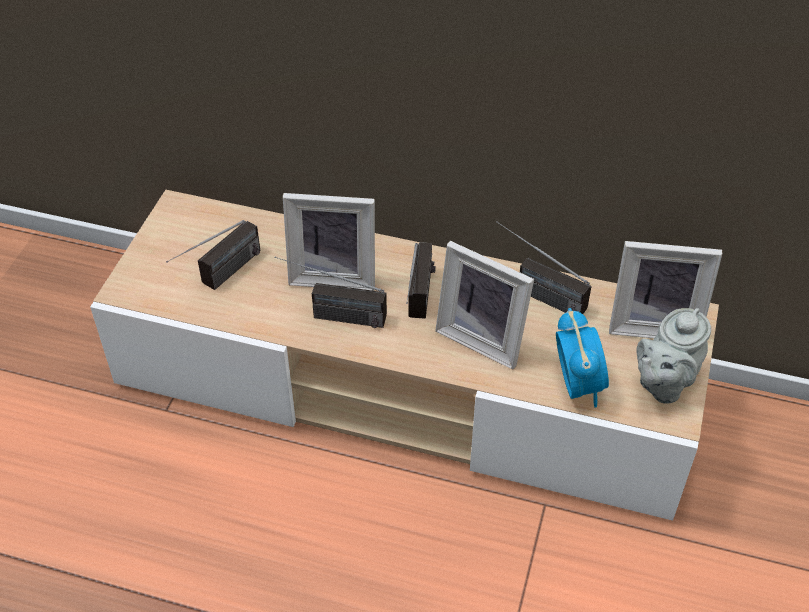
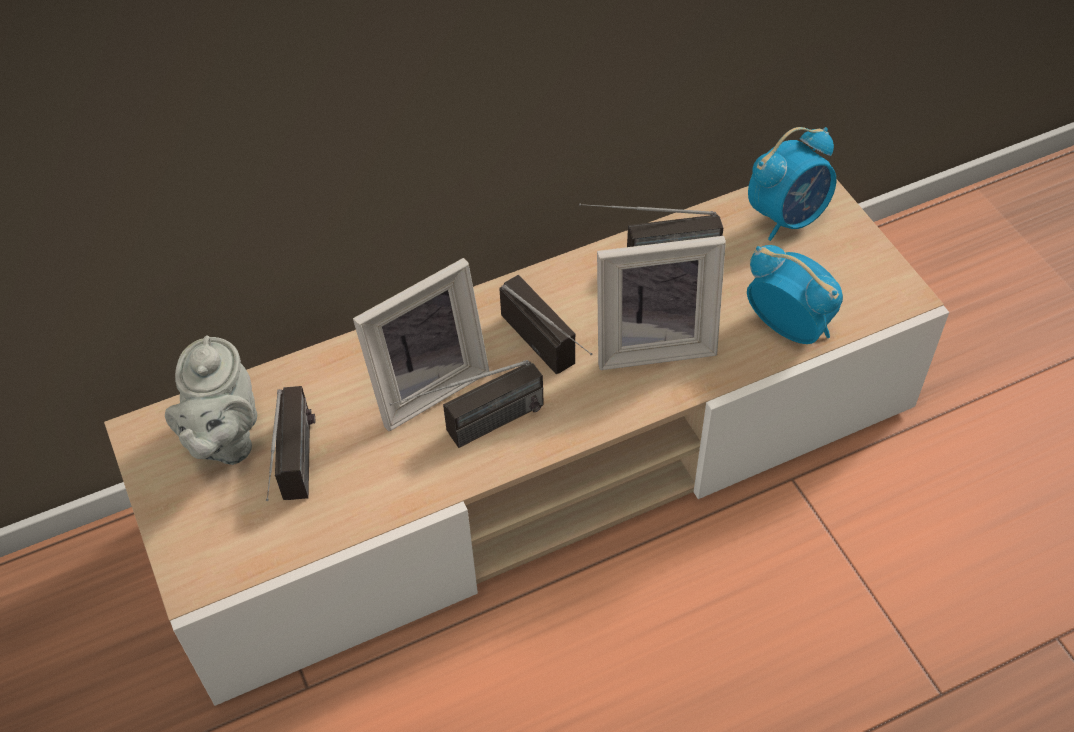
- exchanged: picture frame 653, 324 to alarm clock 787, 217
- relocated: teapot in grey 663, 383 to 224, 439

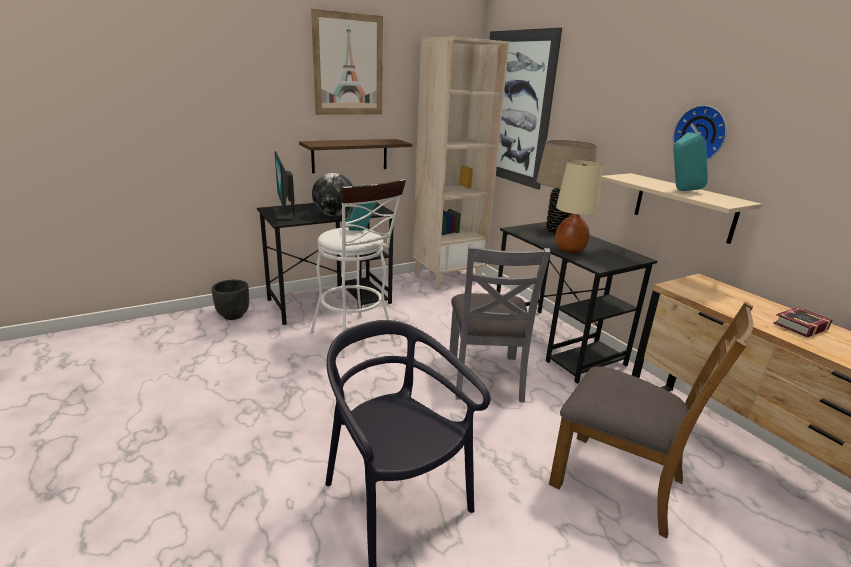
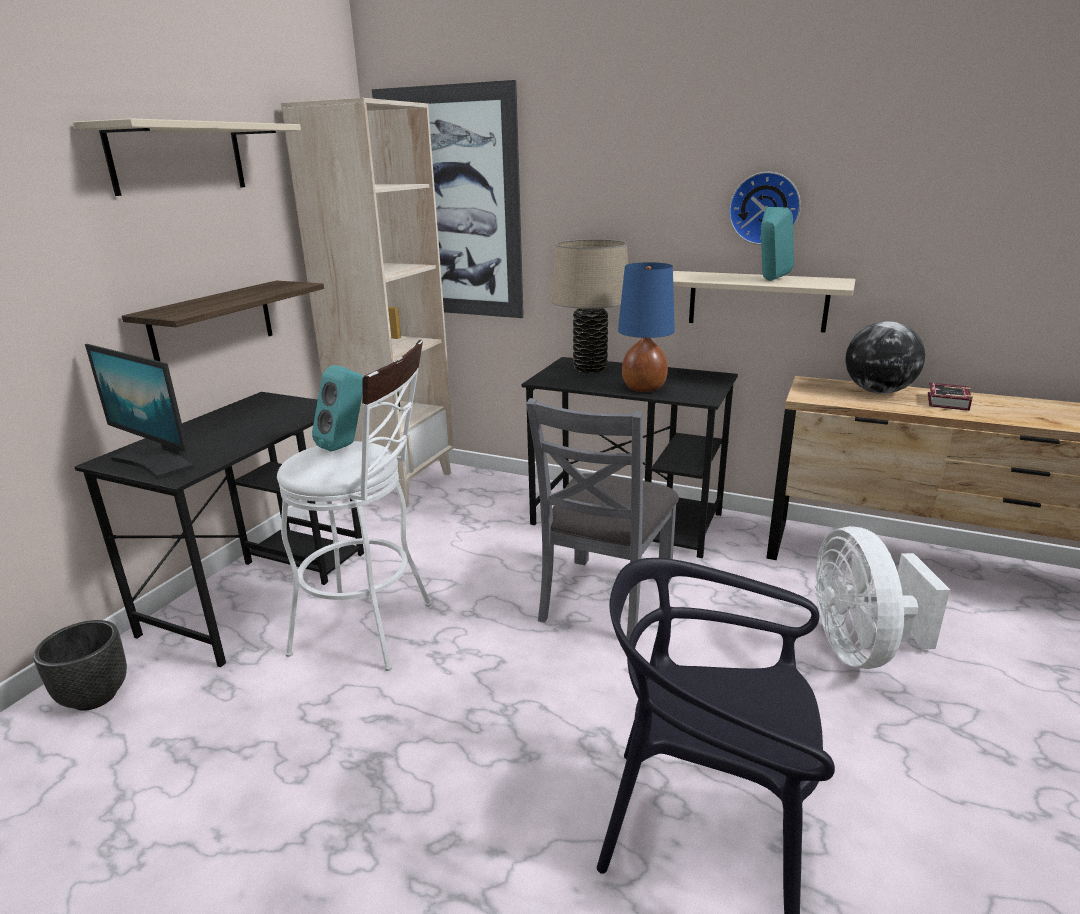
- exchanged: picture 348, 65 to shelf in beige 178, 158
- relocated: globe 334, 215 to 878, 392
- spun: chair in grey 485, 376 = 604, 598 60 degrees clockwise
- exchanged: chair in brown 619, 481 to fan in white 860, 648
- colour: table lamp in beige 570, 250 to table lamp in blue 644, 388

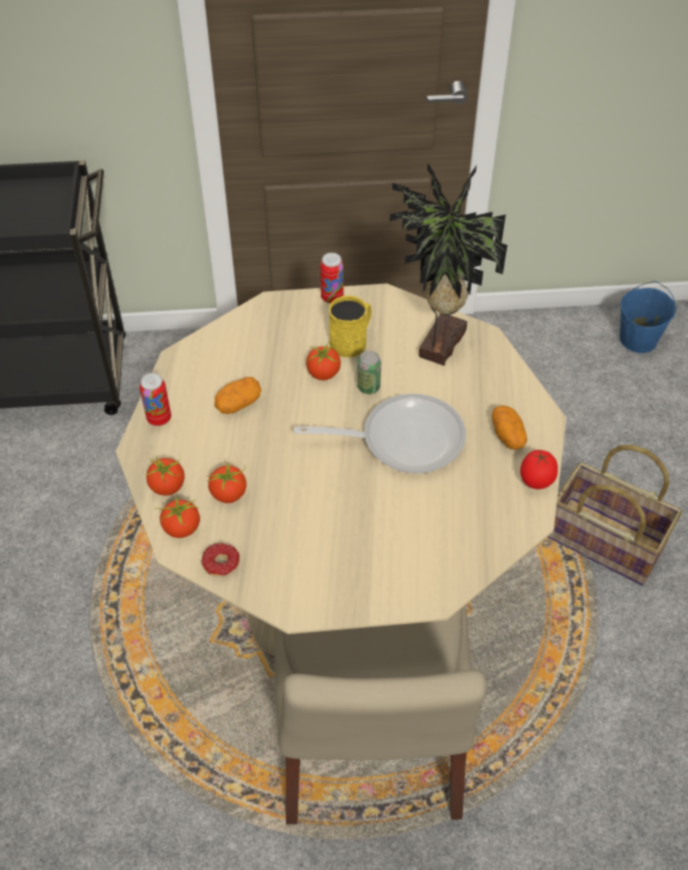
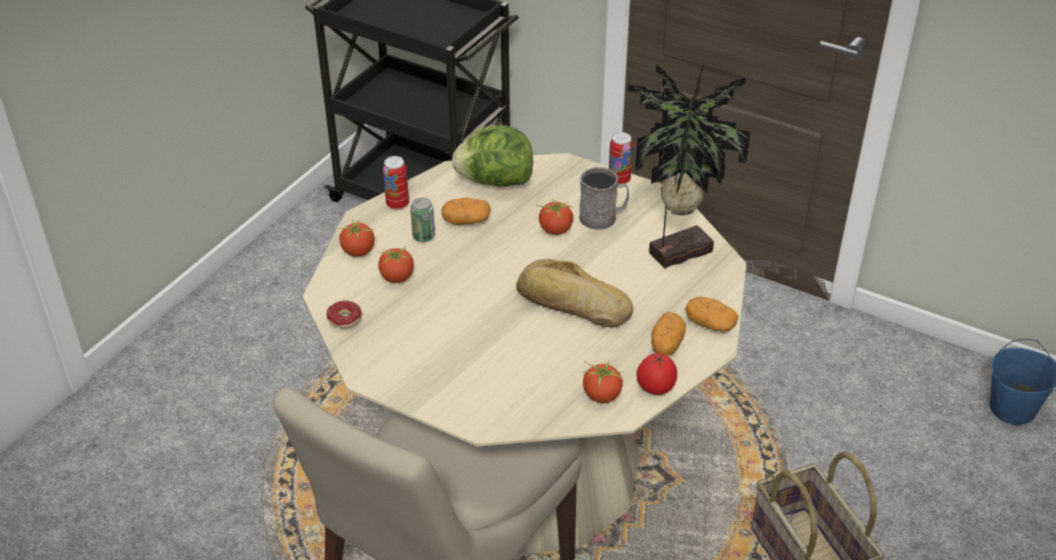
- relocated: tomato 181, 528 to 601, 395
- exchanged: frying pan 402, 439 to bread 572, 304
- colour: mug in yellow 352, 341 to mug in grey 603, 217
- relocated: can 368, 387 to 423, 236
- appeared: lettuce 495, 182
- appeared: potato 710, 324

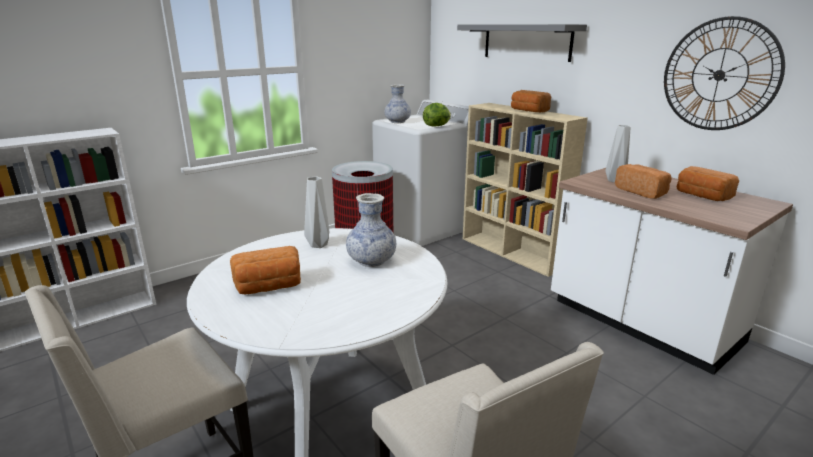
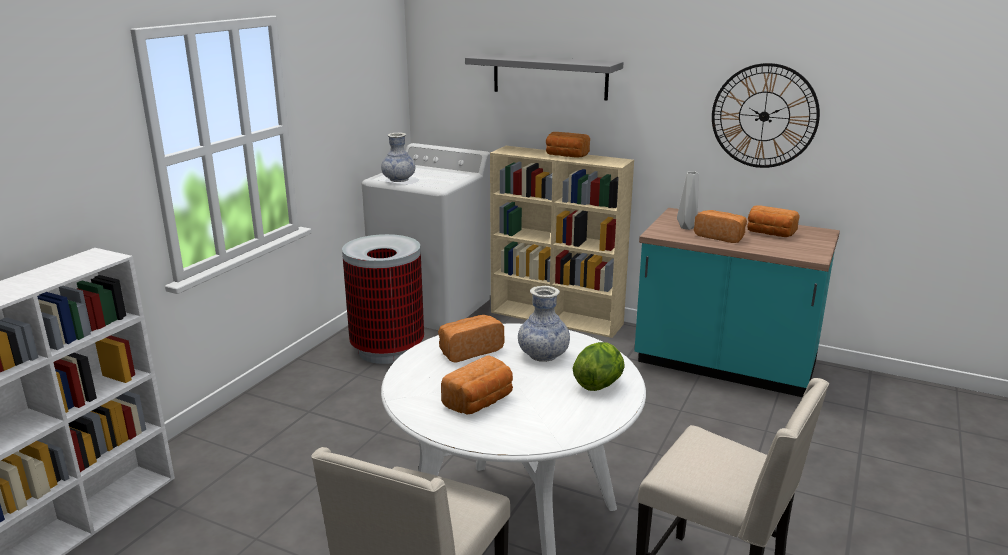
- exchanged: vase in grey 317, 245 to bread 469, 350
- relocated: lettuce 437, 126 to 599, 384
- colour: counter in white 641, 323 to counter in turquoise 724, 366

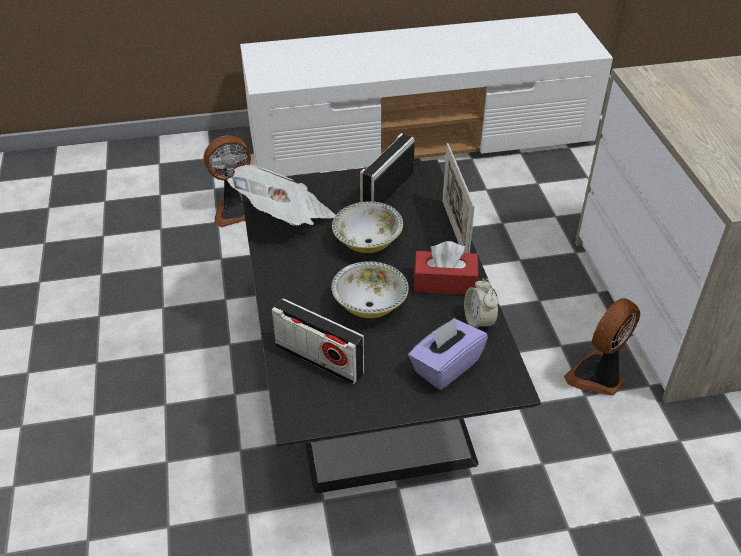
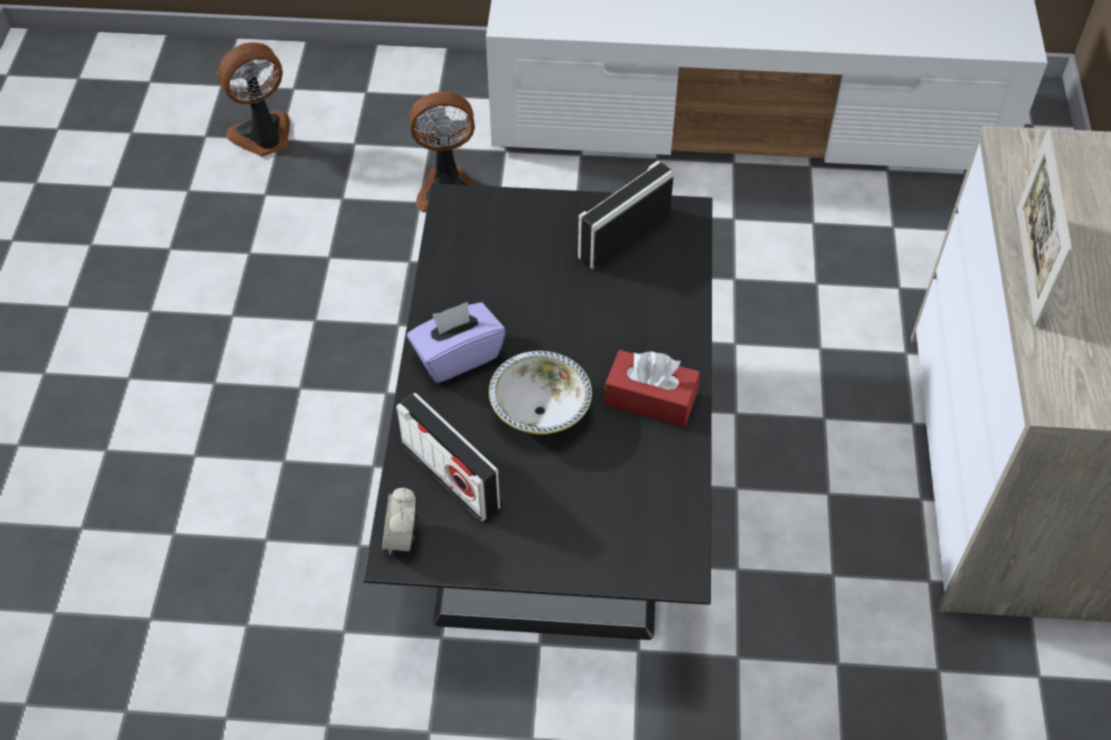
- missing: newspaper 285, 217
- missing: bowl 367, 242
- relocated: tissue box in purple 445, 366 to 457, 356
- relocated: picture frame 454, 231 to 1026, 266
- relocated: alarm clock 479, 321 to 402, 537
- relocated: fan 598, 377 to 264, 137

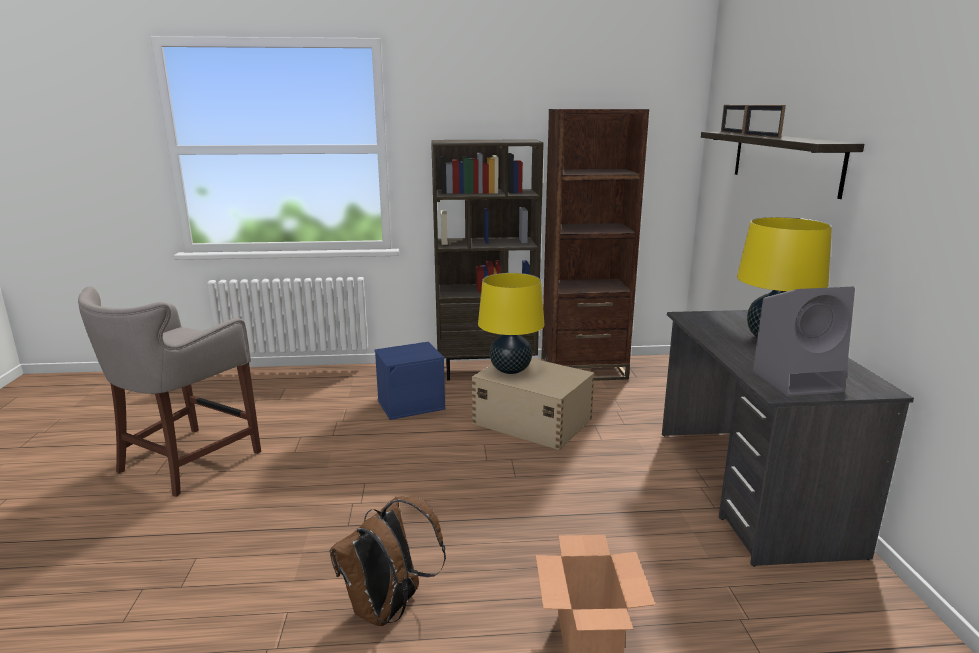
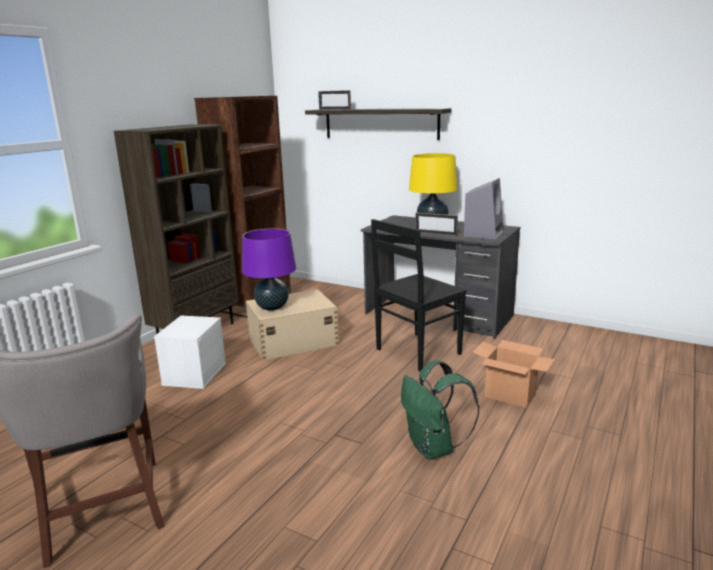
- colour: backpack in brown 388, 609 to backpack in green 434, 448
- colour: storage box in blue 411, 404 to storage box in white 194, 373
- colour: table lamp in yellow 510, 370 to table lamp in purple 272, 307
- relocated: picture frame 761, 136 to 435, 233
- appeared: chair in black 416, 352

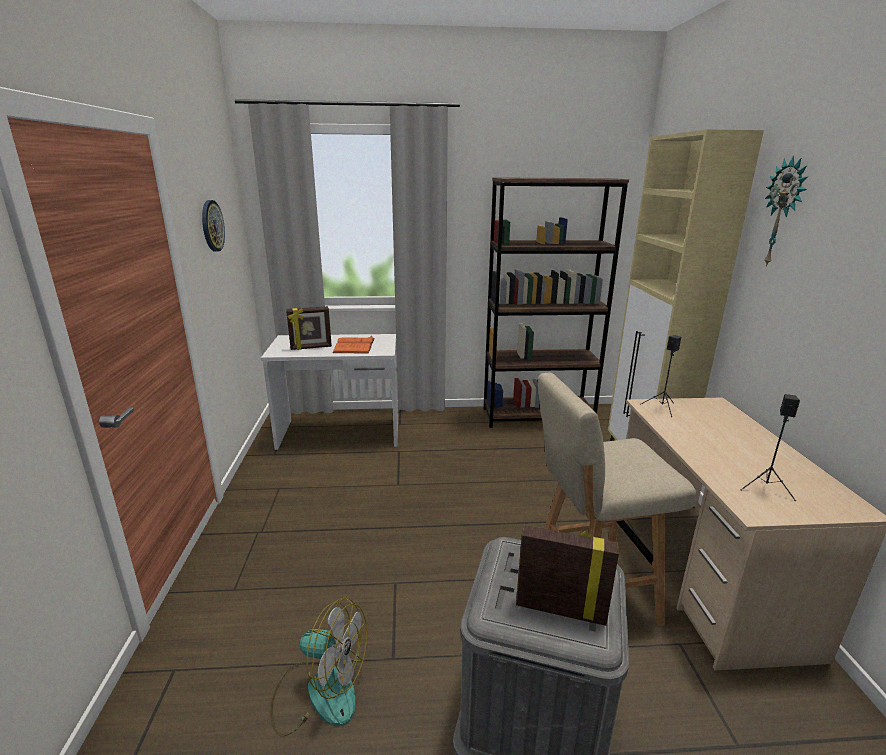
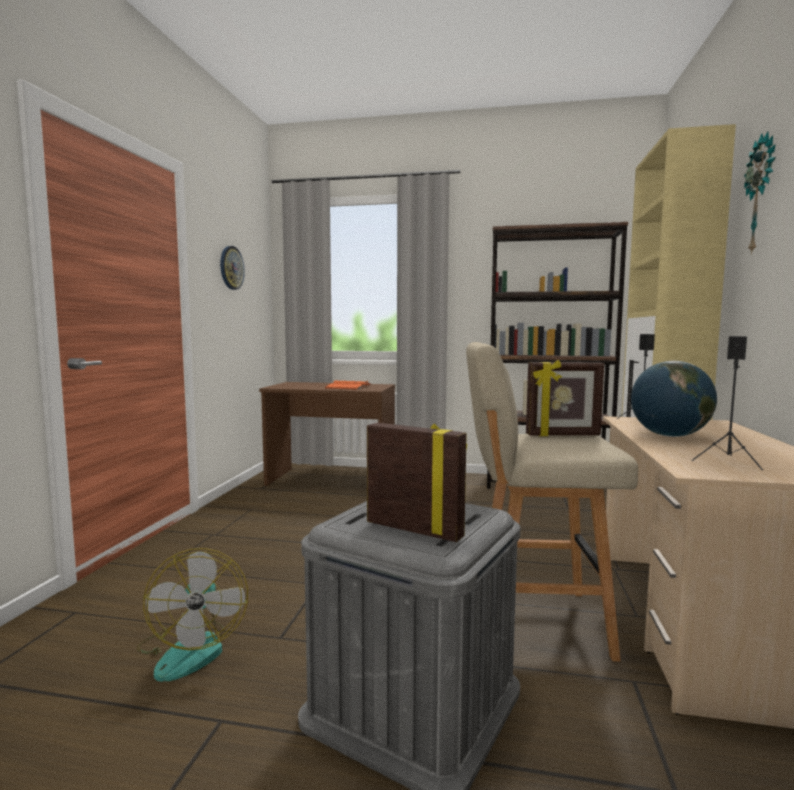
- colour: desk in white 340, 433 to desk in brown 331, 480
- spun: fan 319, 691 = 192, 649 45 degrees clockwise
- relocated: picture frame 311, 348 to 563, 435
- appeared: globe 670, 436

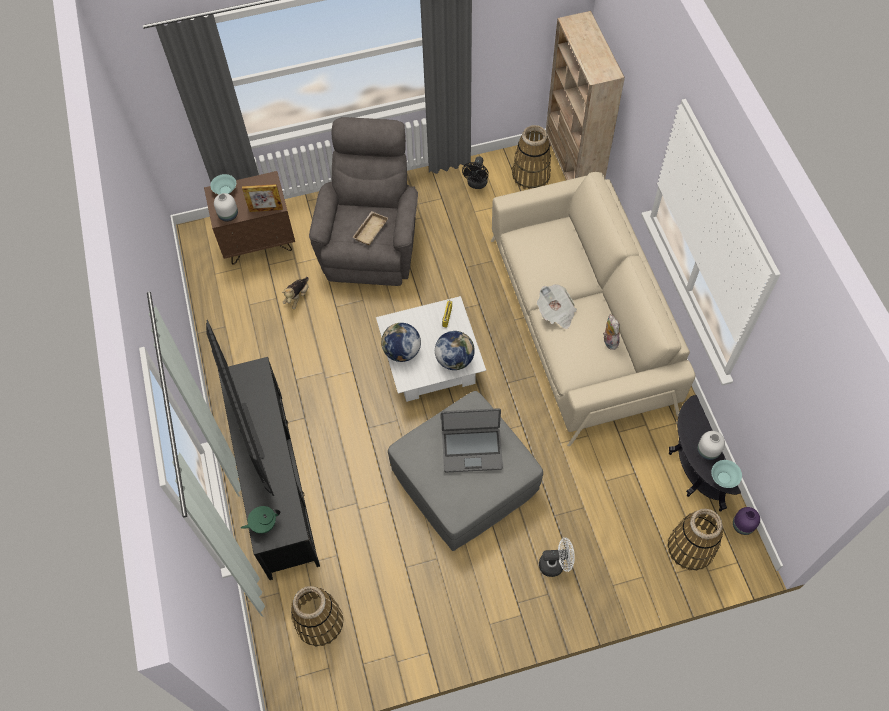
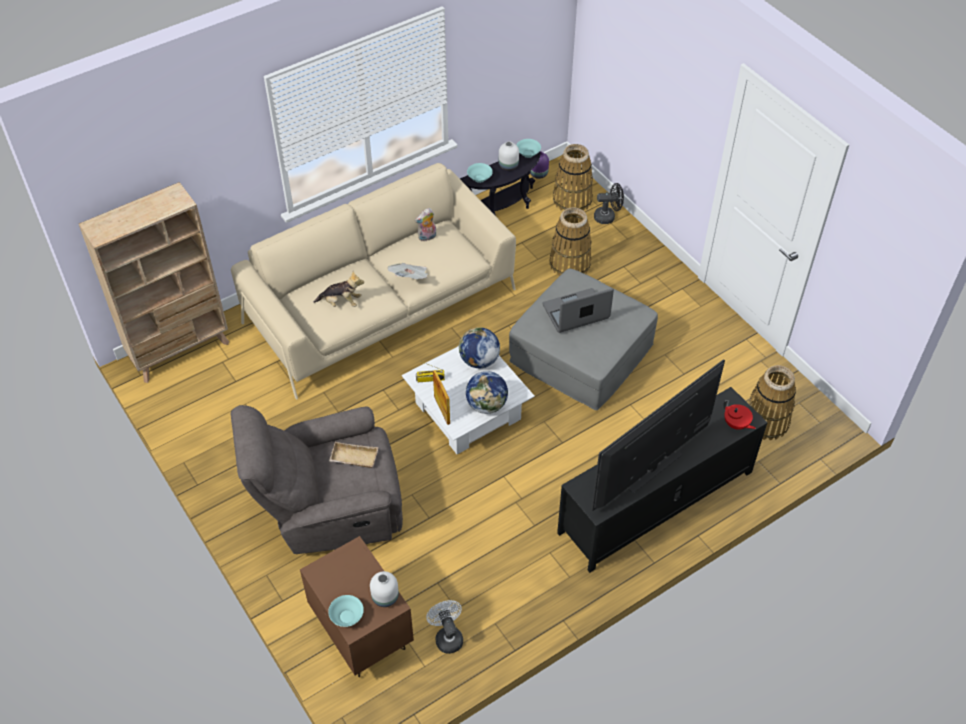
- colour: teapot in green 263, 524 to teapot in red 736, 424
- relocated: picture frame 266, 209 to 442, 410
- relocated: plush toy 297, 297 to 341, 302
- spun: laptop 472, 449 = 576, 312 90 degrees counterclockwise
- relocated: fan in black 476, 184 to 608, 217
- relocated: basket 531, 175 to 570, 263
- relocated: fan in white 555, 564 to 447, 636
- appeared: bowl in turquoise 479, 178

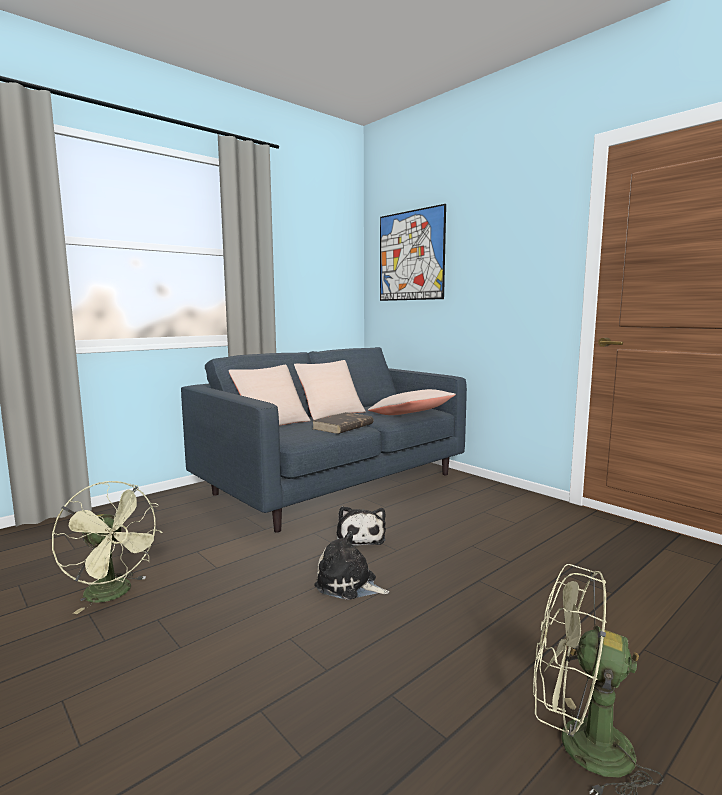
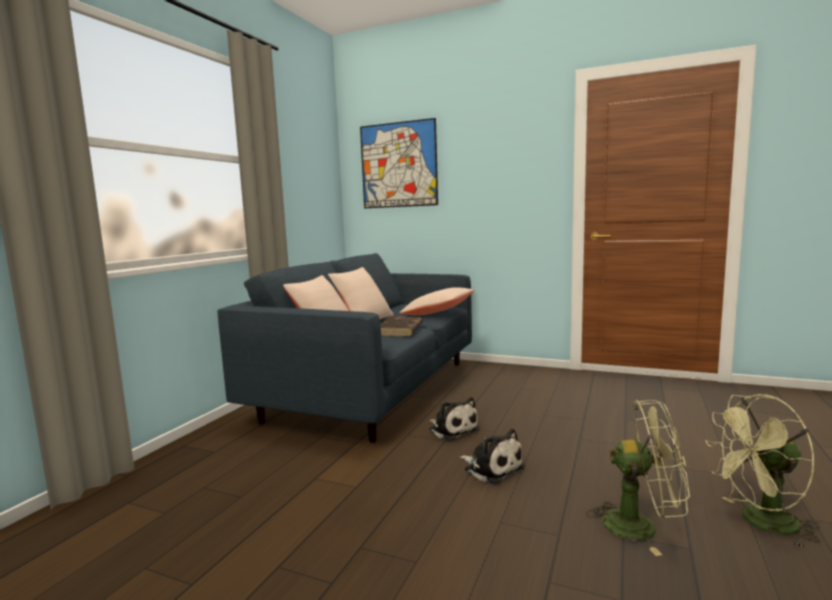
- relocated: fan in green 114, 594 to 641, 526
- spun: plush toy 349, 584 = 491, 468 135 degrees counterclockwise

